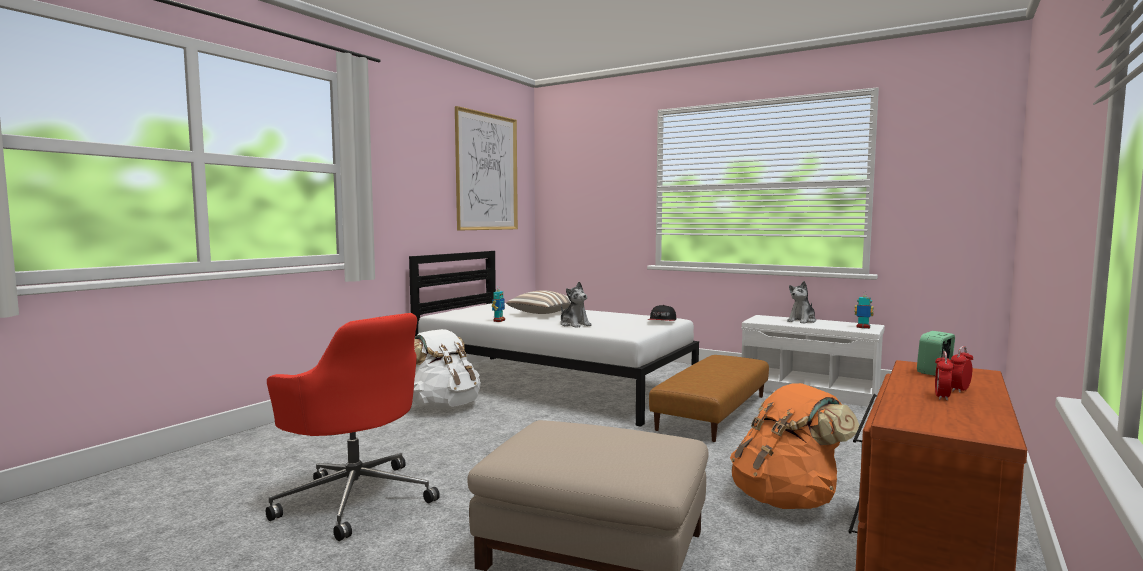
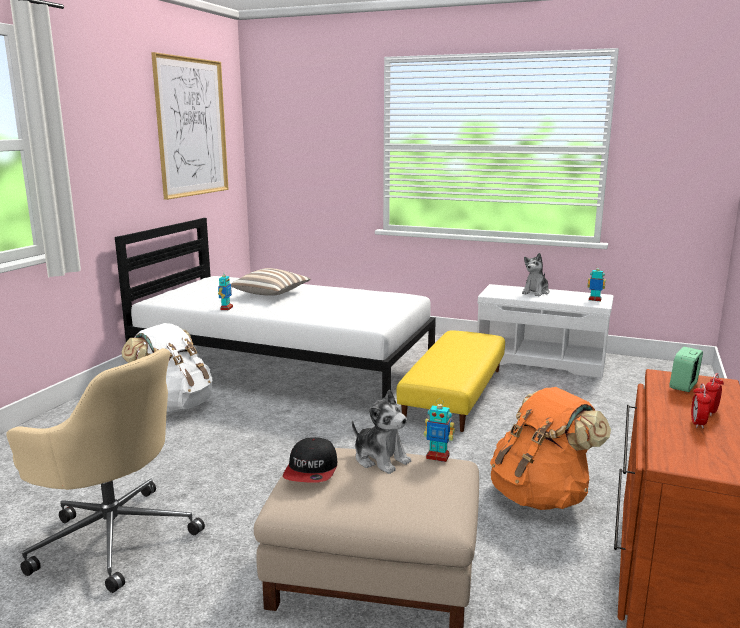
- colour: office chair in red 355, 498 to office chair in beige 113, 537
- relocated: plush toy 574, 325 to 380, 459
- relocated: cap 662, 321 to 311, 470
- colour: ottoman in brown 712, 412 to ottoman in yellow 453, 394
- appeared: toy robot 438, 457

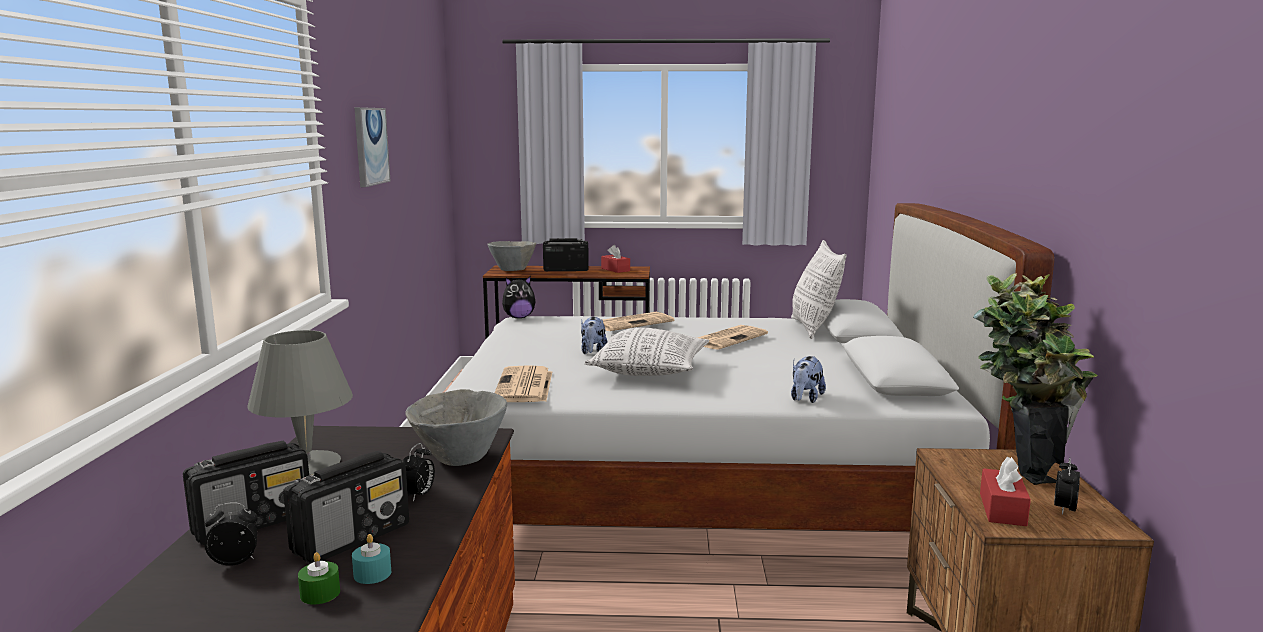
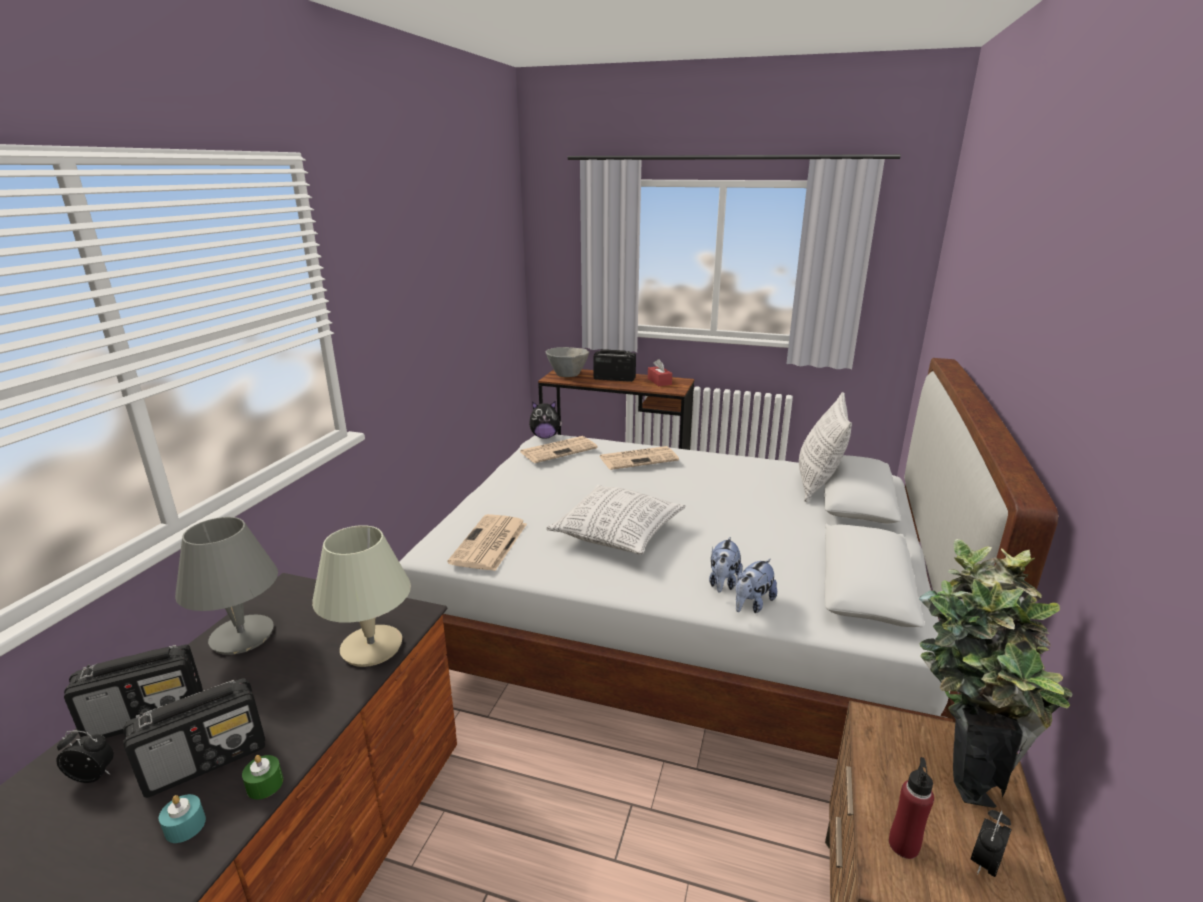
- relocated: candle in green 320, 593 to 265, 784
- missing: picture 370, 146
- missing: alarm clock 418, 496
- exchanged: bowl in grey 459, 459 to table lamp in beige 371, 647
- relocated: plush toy 593, 352 to 723, 582
- relocated: newspaper 728, 338 to 559, 450
- exchanged: tissue box in red 1002, 509 to bottle in red 903, 845

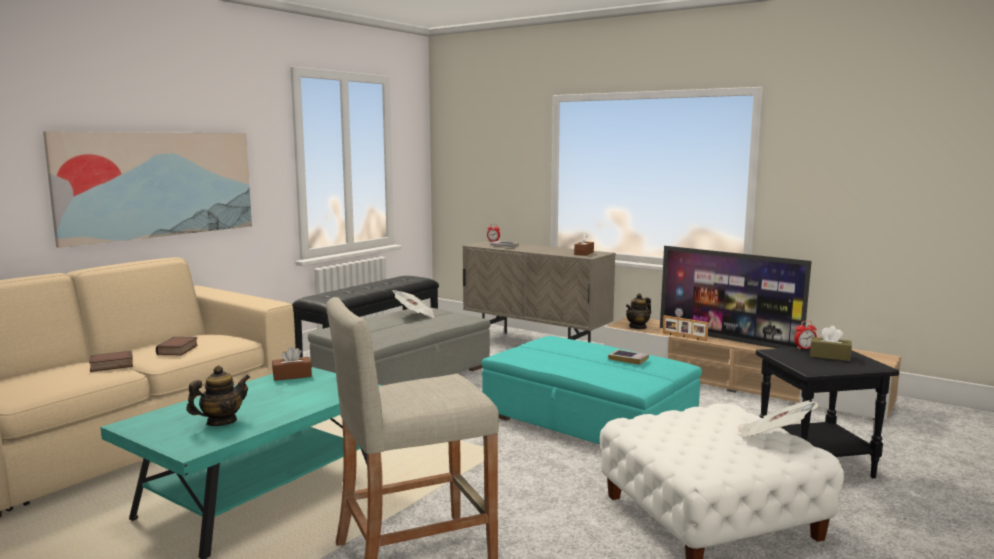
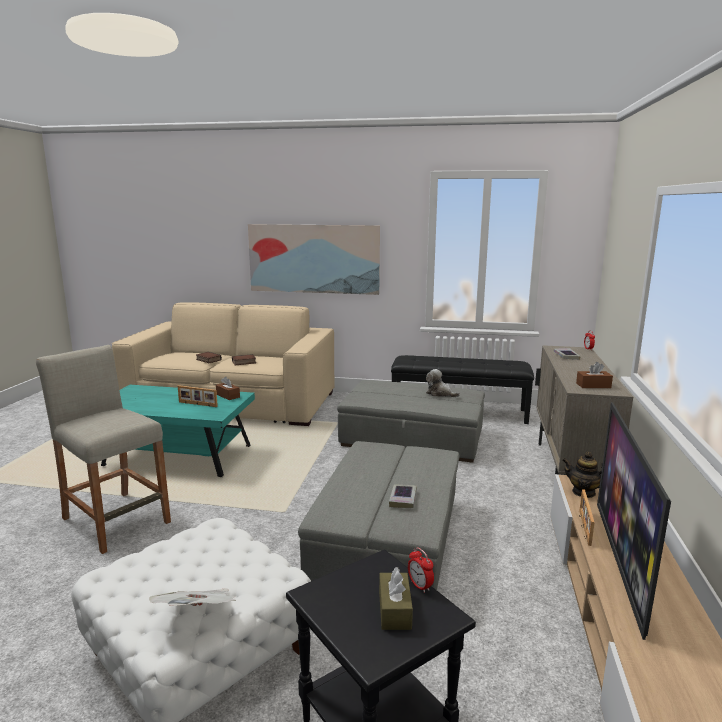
- missing: teapot 221, 422
- exchanged: newspaper 415, 315 to plush toy 440, 394
- colour: ottoman in turquoise 587, 420 to ottoman in grey 387, 539
- appeared: picture frame 197, 404

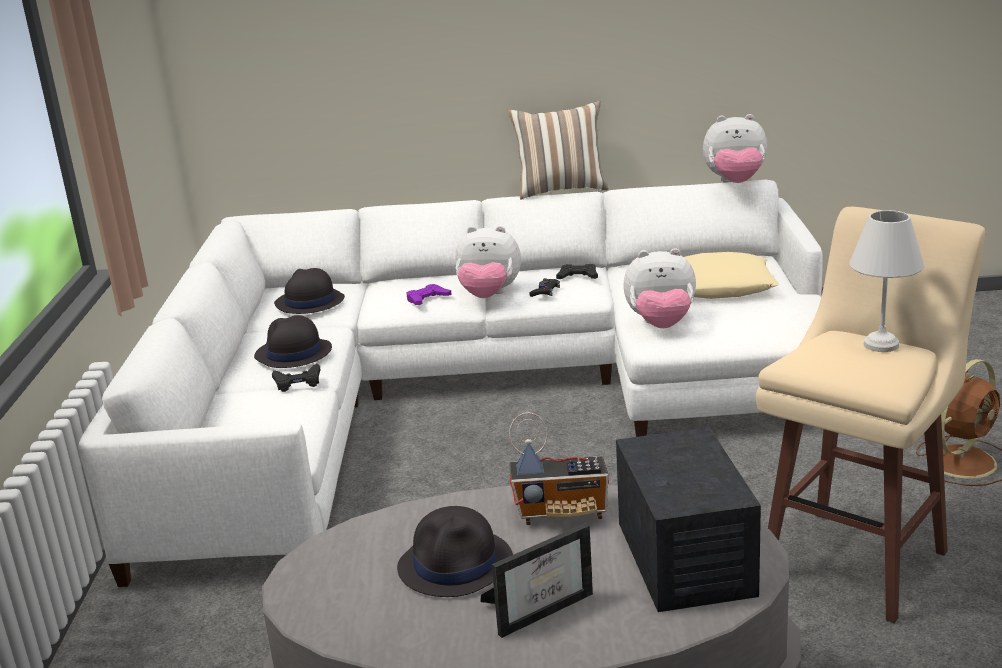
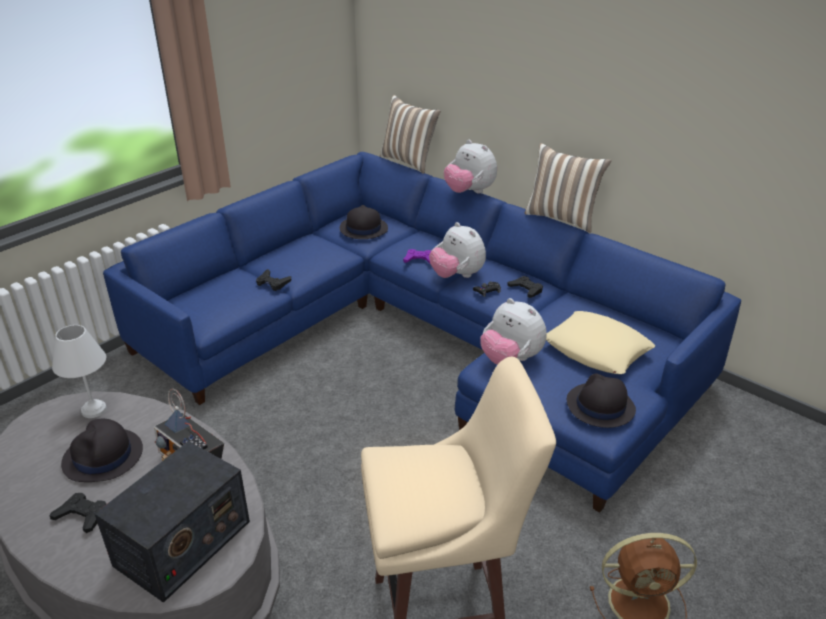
- colour: sofa in white 471, 397 to sofa in blue 424, 338
- relocated: hat in black 293, 353 to 600, 406
- exchanged: picture frame 541, 608 to game controller in black 82, 515
- relocated: plush toy 735, 183 to 469, 192
- relocated: table lamp in white 880, 345 to 93, 410
- appeared: pillow 409, 161

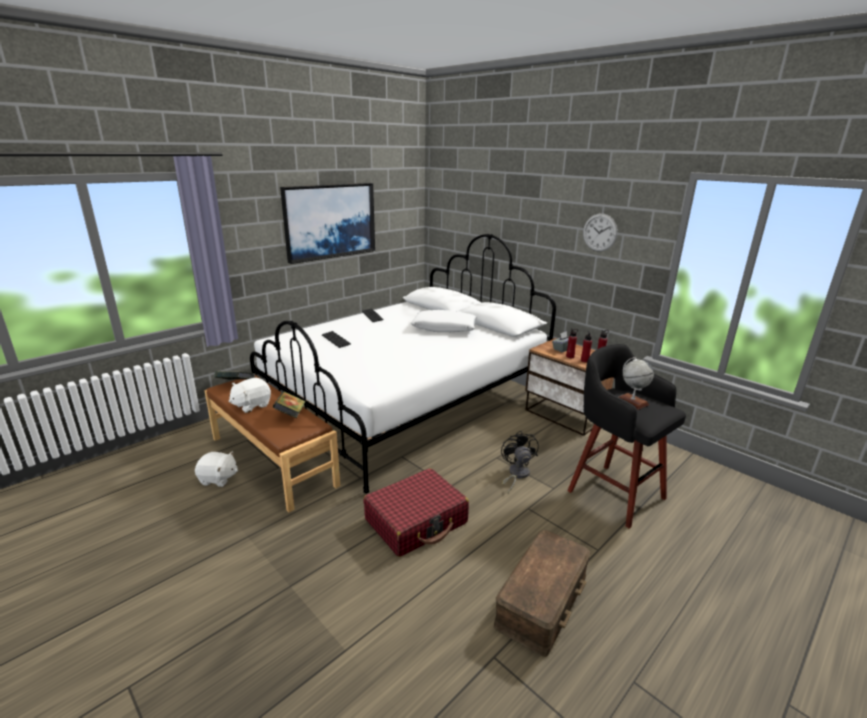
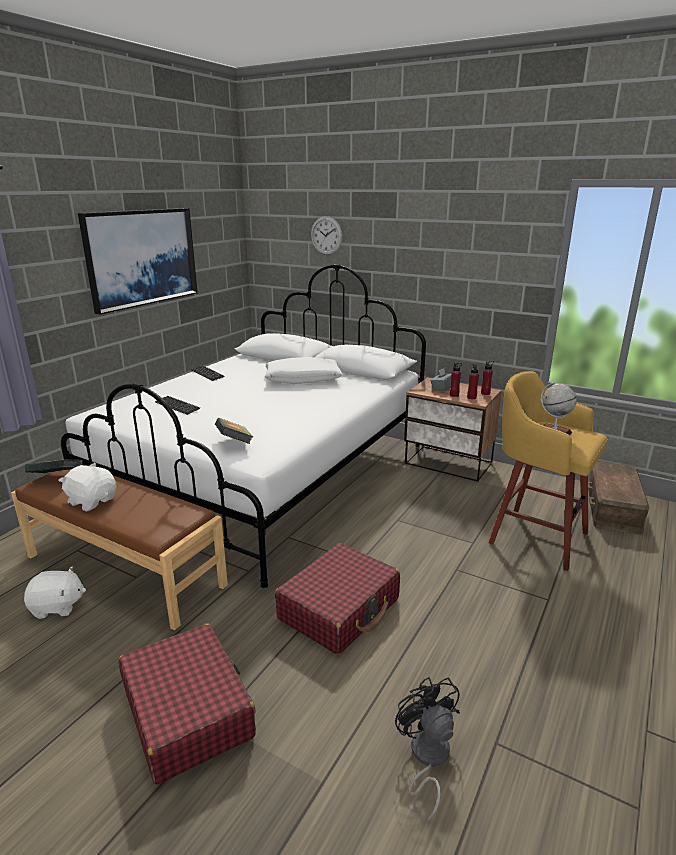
- spun: plush toy in white 251, 405 = 92, 501 90 degrees clockwise
- relocated: book 290, 415 to 234, 443
- relocated: storage box in brown 543, 601 to 614, 508
- relocated: fan in black 516, 475 to 427, 758
- colour: stool in black 613, 493 to stool in yellow 535, 536
- relocated: wall clock 600, 232 to 326, 235
- appeared: suitcase in red 188, 711

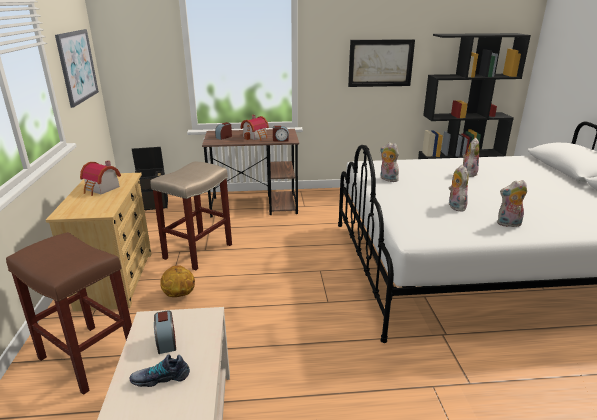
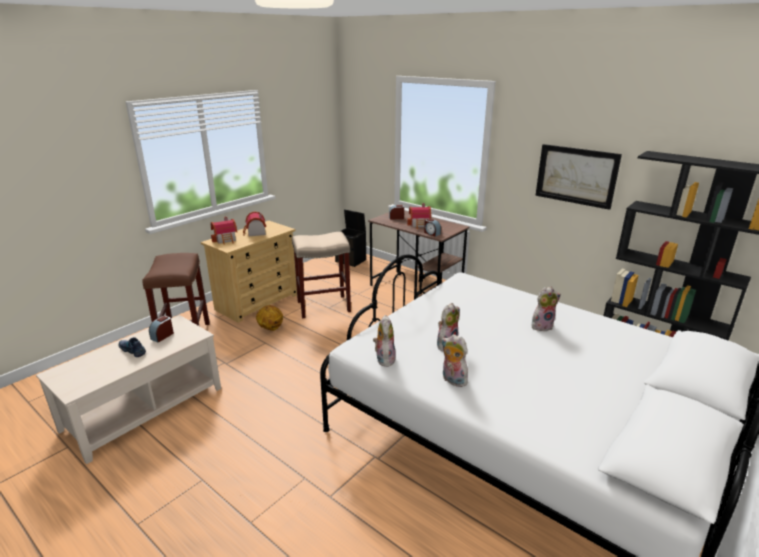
- missing: picture 77, 66
- relocated: plush toy 387, 179 to 384, 359
- appeared: toy house 226, 239

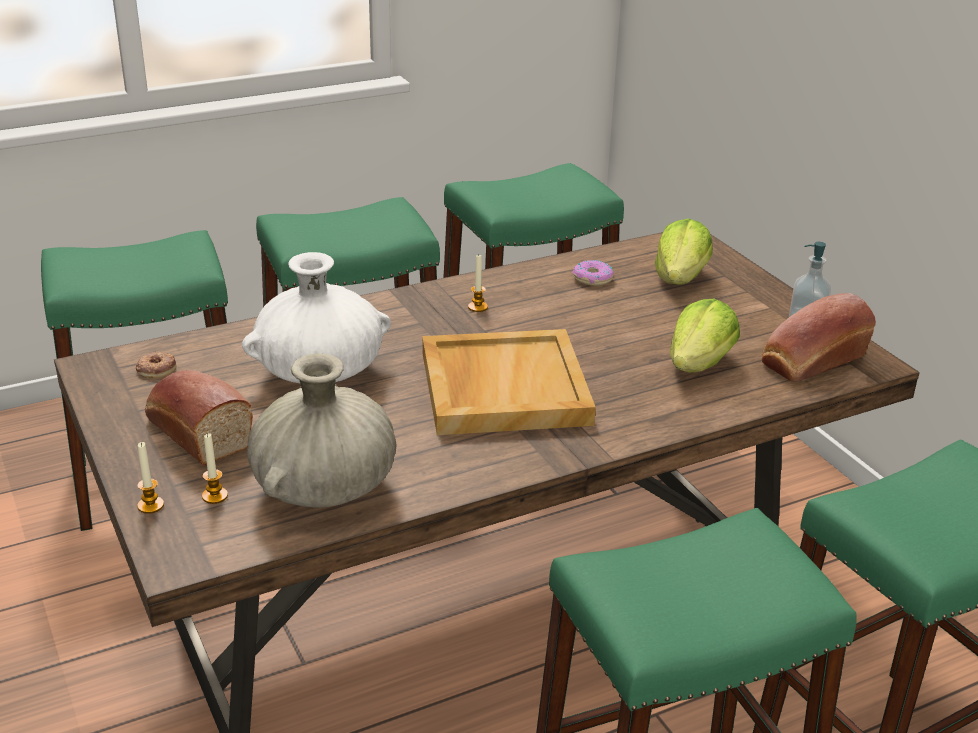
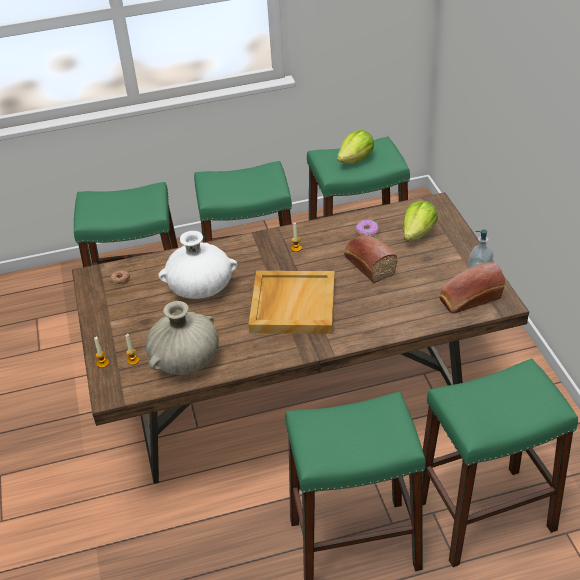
- relocated: bread 196, 432 to 368, 265
- relocated: lettuce 699, 364 to 356, 160

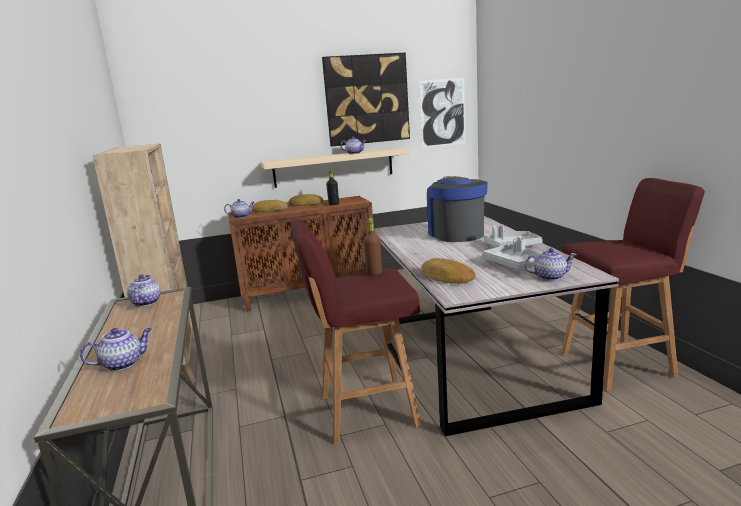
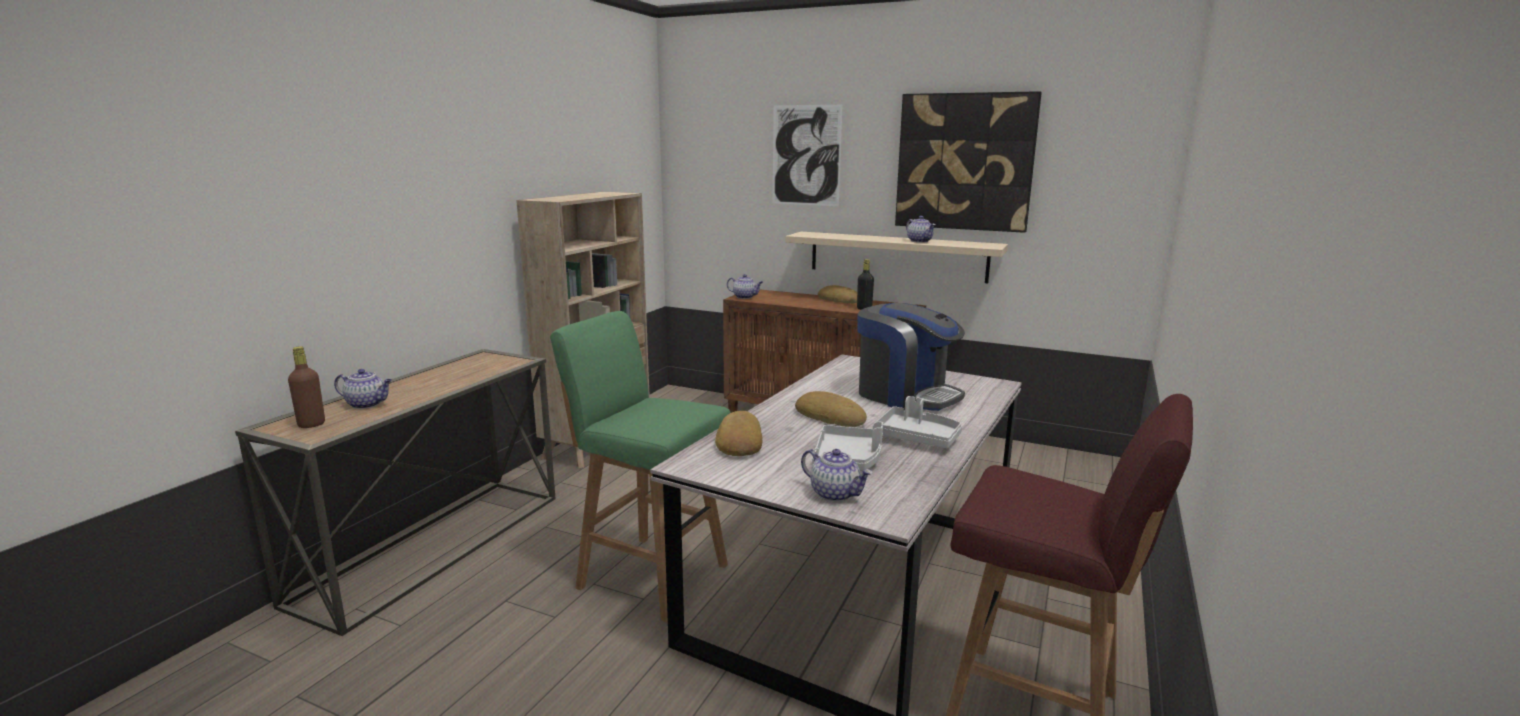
- missing: teapot 146, 302
- relocated: bread 269, 210 to 830, 416
- colour: stool in red 365, 411 to stool in green 650, 575
- relocated: bottle in brown 374, 273 to 311, 424
- relocated: picture 442, 112 to 806, 155
- spun: coffee machine 456, 234 = 906, 395 105 degrees clockwise

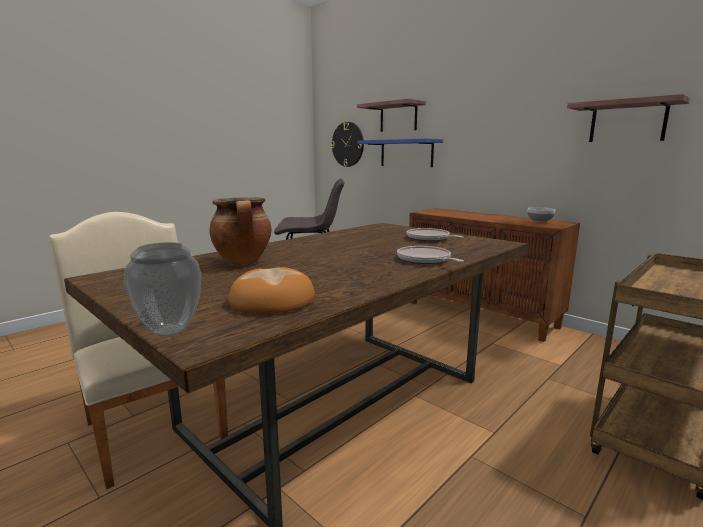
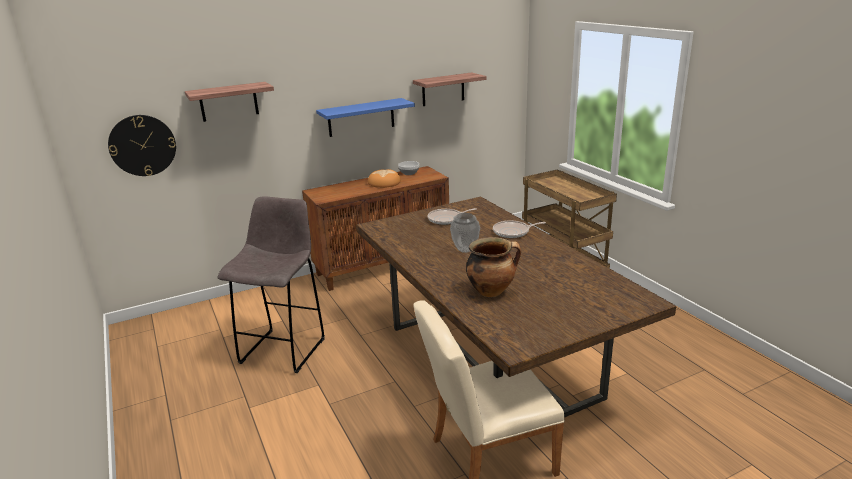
- relocated: vase 168, 331 to 465, 250
- relocated: bread 272, 300 to 384, 182
- relocated: shelf in blue 406, 153 to 361, 117

